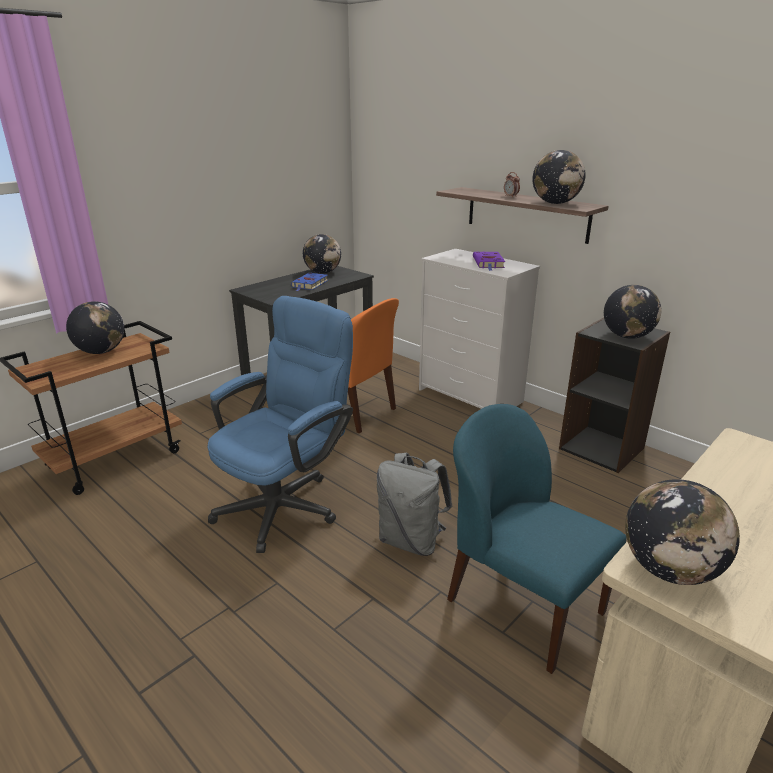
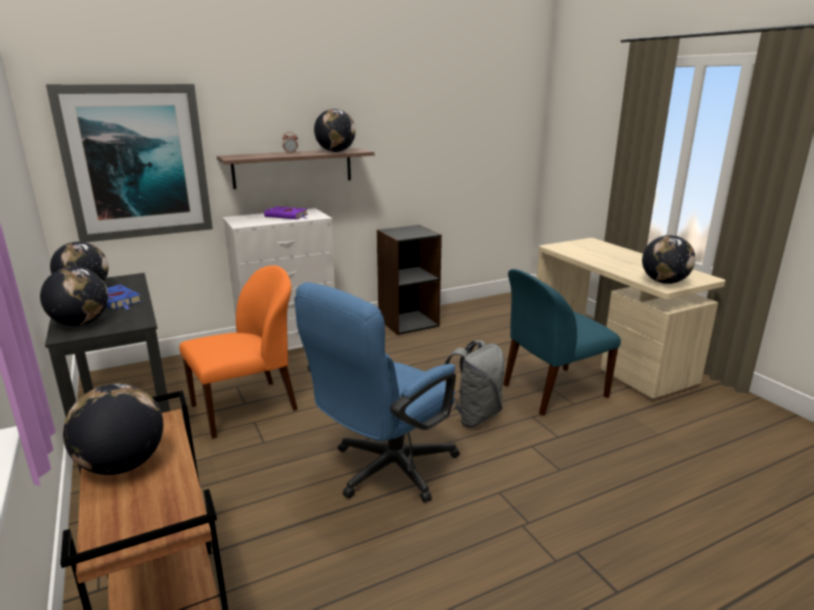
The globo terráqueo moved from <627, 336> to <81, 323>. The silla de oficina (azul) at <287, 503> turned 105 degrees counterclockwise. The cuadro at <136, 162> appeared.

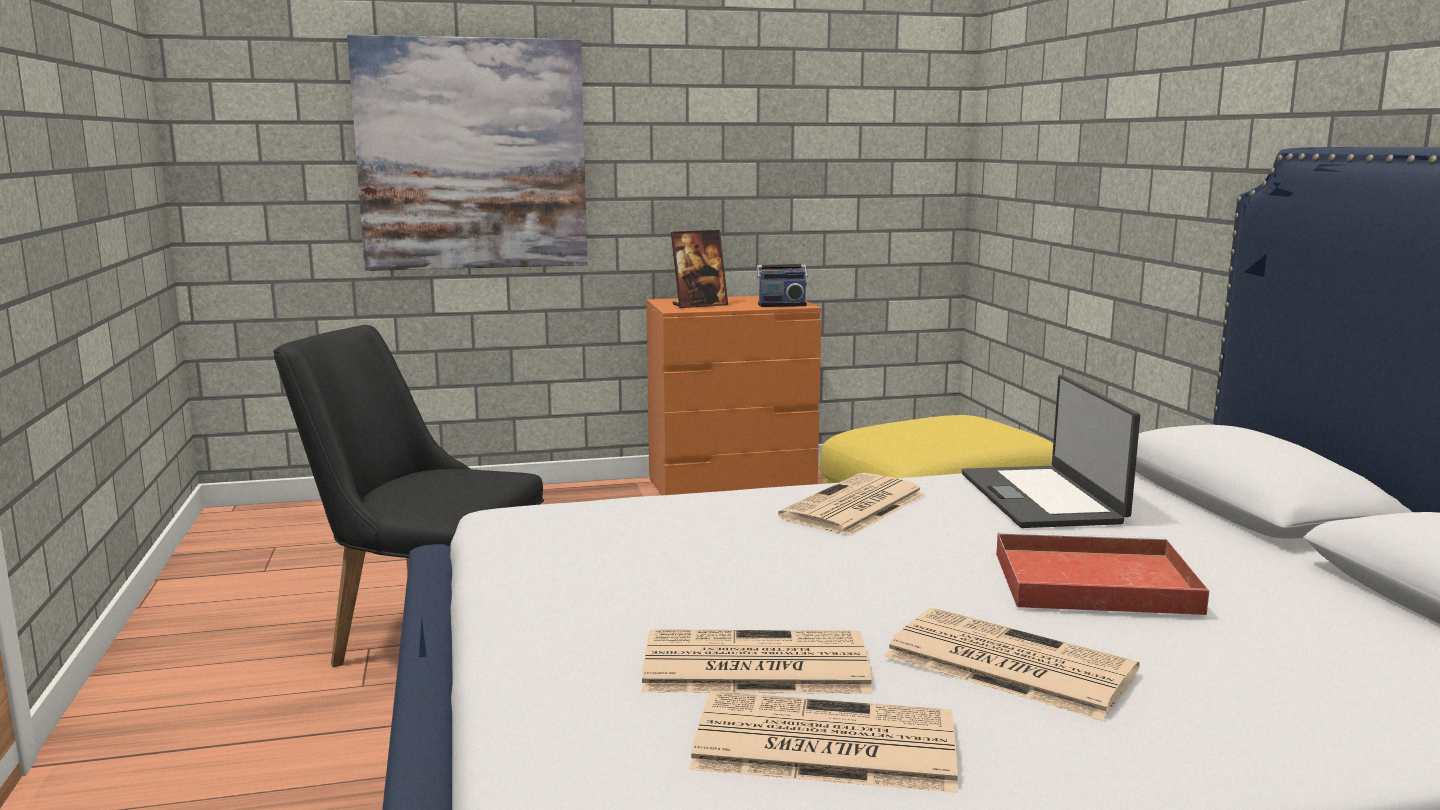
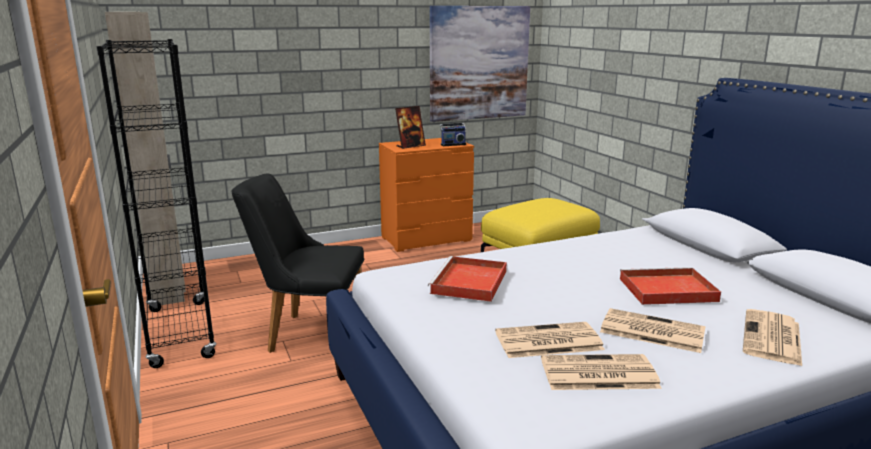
The cuadro moved from <472, 155> to <479, 63>. The portátil at <1043, 498> disappeared. The periódico moved from <854, 507> to <772, 338>. The armario ropero (beis) at <168, 289> appeared. The estantería (negro) at <180, 333> appeared. The bandeja (rojo) at <469, 283> appeared.

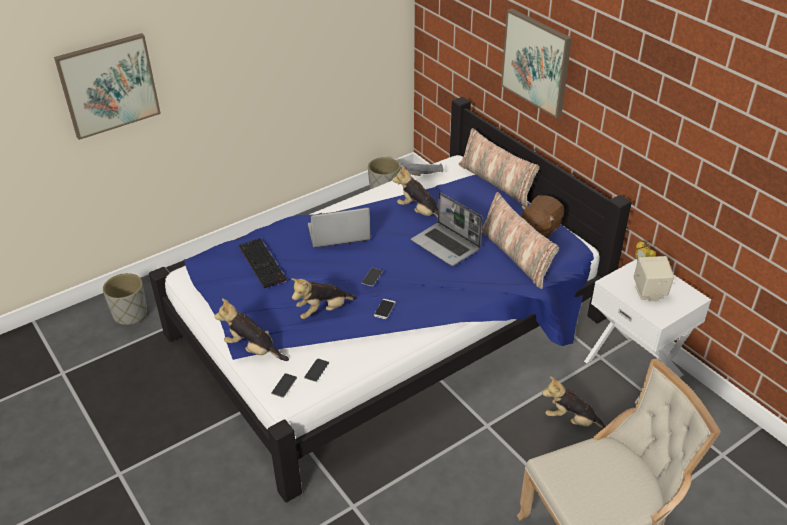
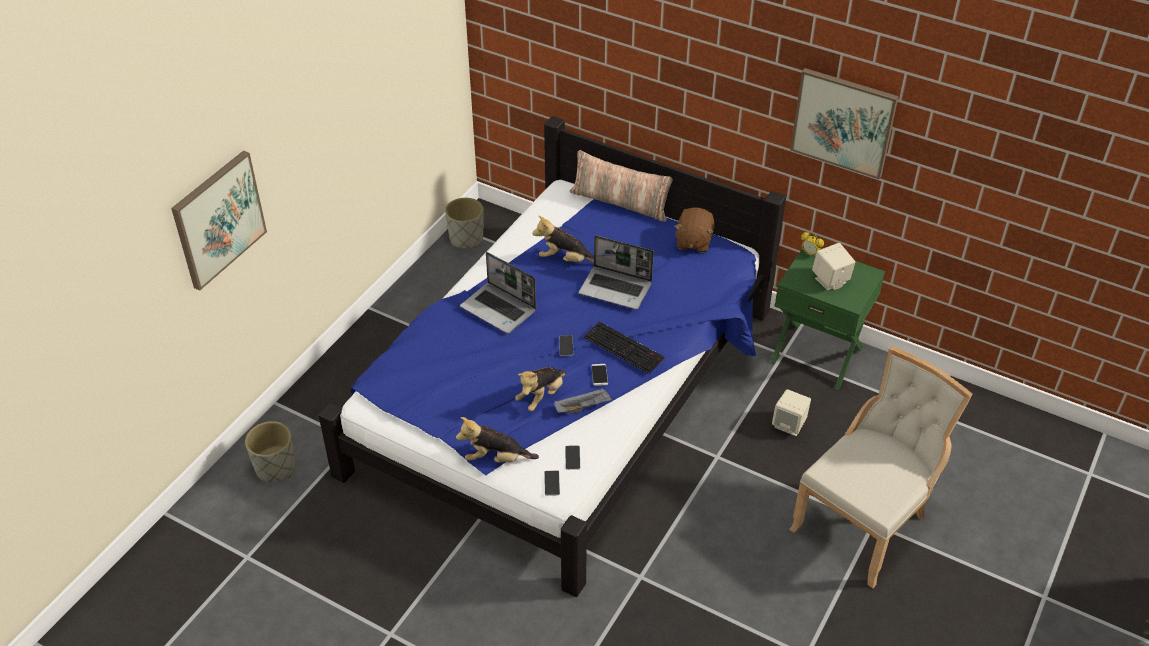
The cuadro moved from <536, 62> to <843, 122>. The bandeja (gris) moved from <422, 174> to <583, 407>. The cojín at <516, 256> disappeared. The portátil at <338, 234> turned 105 degrees counterclockwise. The teclado moved from <263, 263> to <625, 347>. The mesita de noche (blanco) at <634, 367> became the mesita de noche (verde) at <817, 354>. The peluche at <572, 420> was replaced by the altavoz (beis) at <789, 425>.

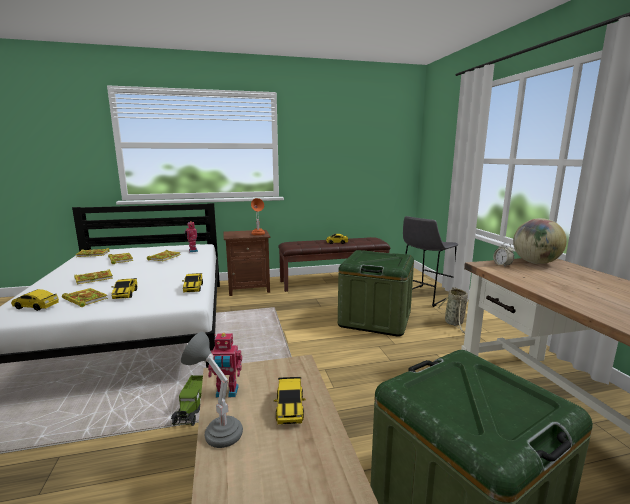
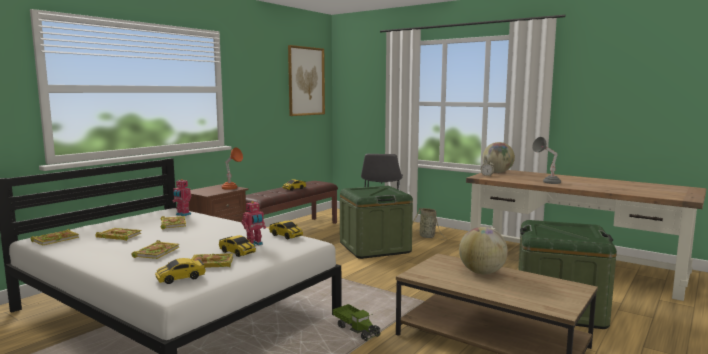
The lámpara de mesa (gris) moved from <216, 430> to <547, 182>. The robot de juguete moved from <227, 393> to <254, 244>. The coche de juguete at <289, 408> was replaced by the globo terráqueo at <482, 272>. The cuadro at <306, 81> appeared.

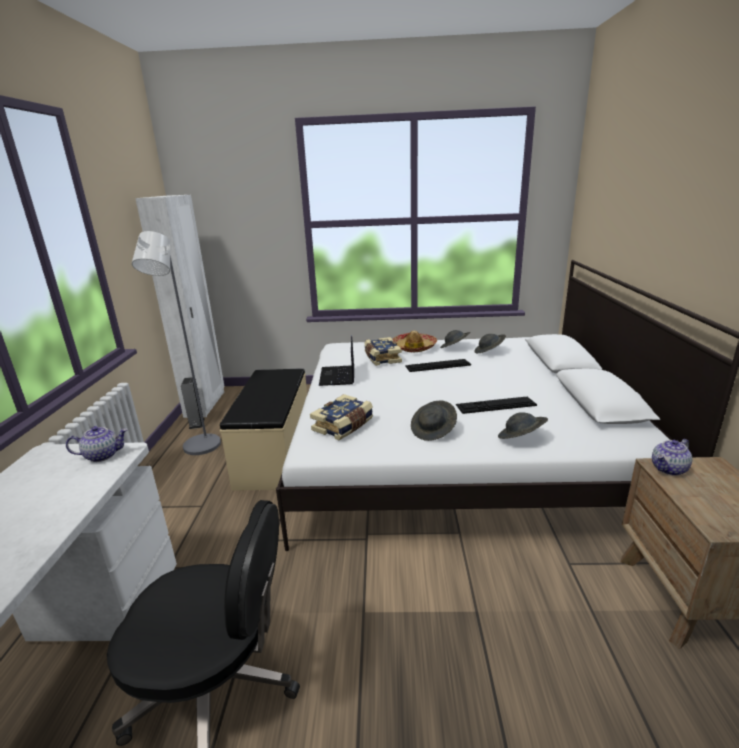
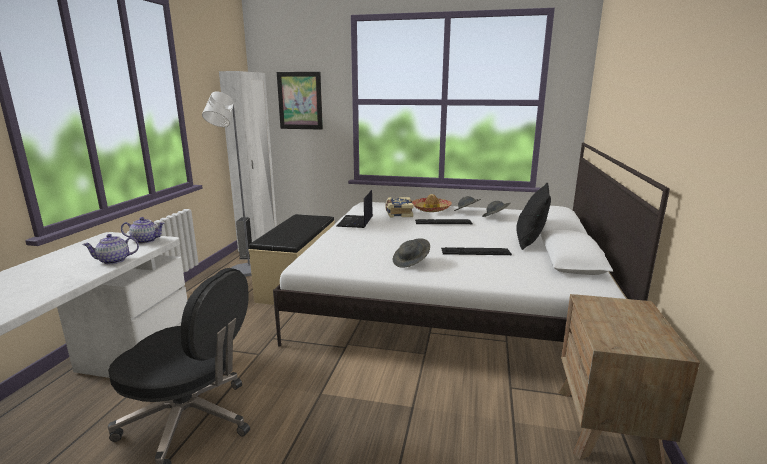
The libro at <344, 426> disappeared. The sombrero (gris) at <521, 438> disappeared. The tetera moved from <669, 469> to <113, 261>. The cuadro at <300, 101> appeared. The cojín (negro) at <529, 242> appeared.

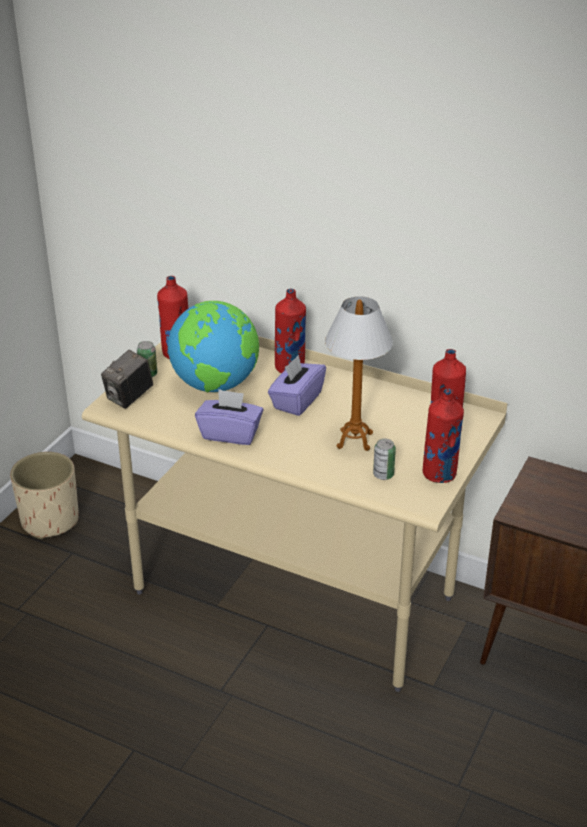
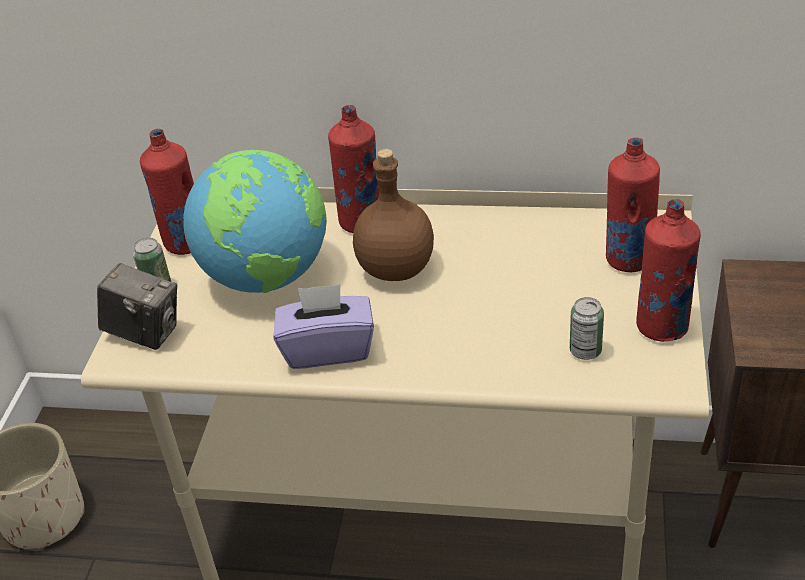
The lámpara de mesa at <354, 441> disappeared. The cámara at <129, 397> turned 90 degrees counterclockwise. The caja de pañuelos (morado) at <296, 401> was replaced by the botella (marrón) at <397, 269>.

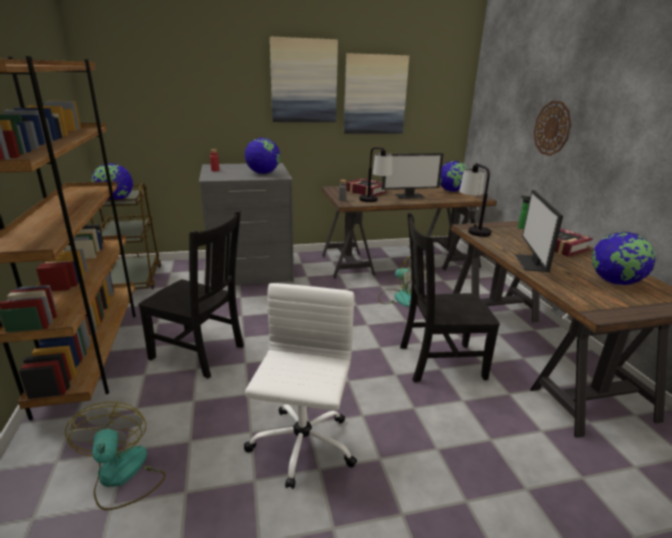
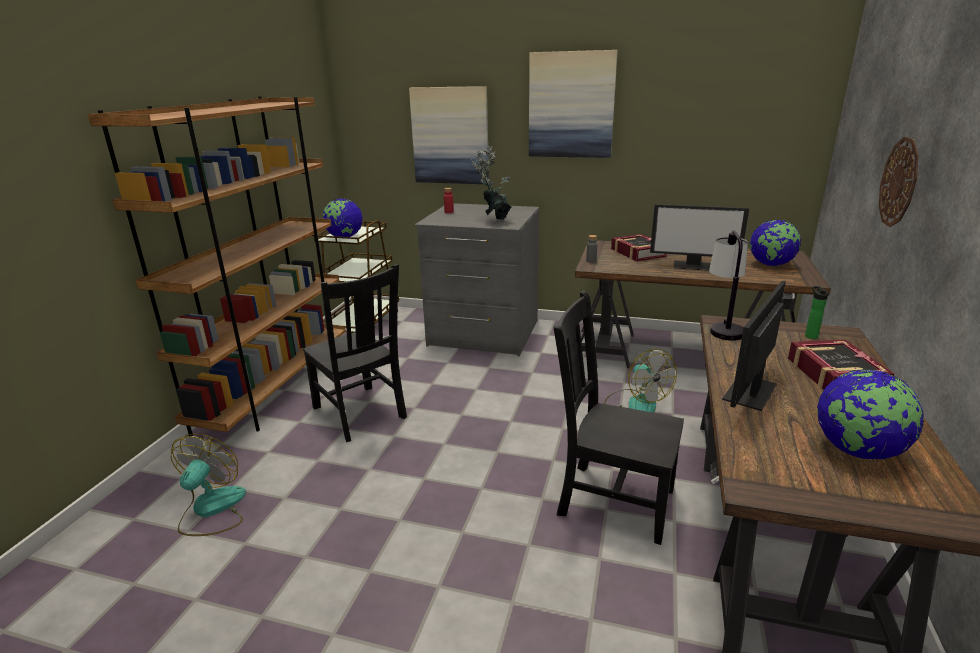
The cuadro moved from <375, 95> to <450, 136>. The globo terráqueo at <263, 173> was replaced by the planta en maceta at <495, 219>. The lámpara de mesa at <374, 202> disappeared. The silla de oficina (blanco) at <301, 447> disappeared.

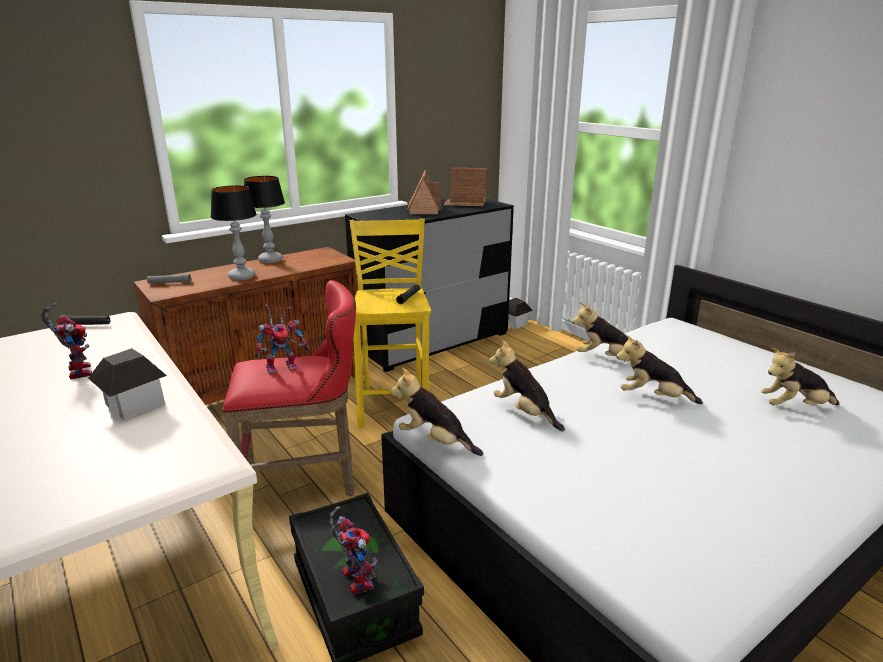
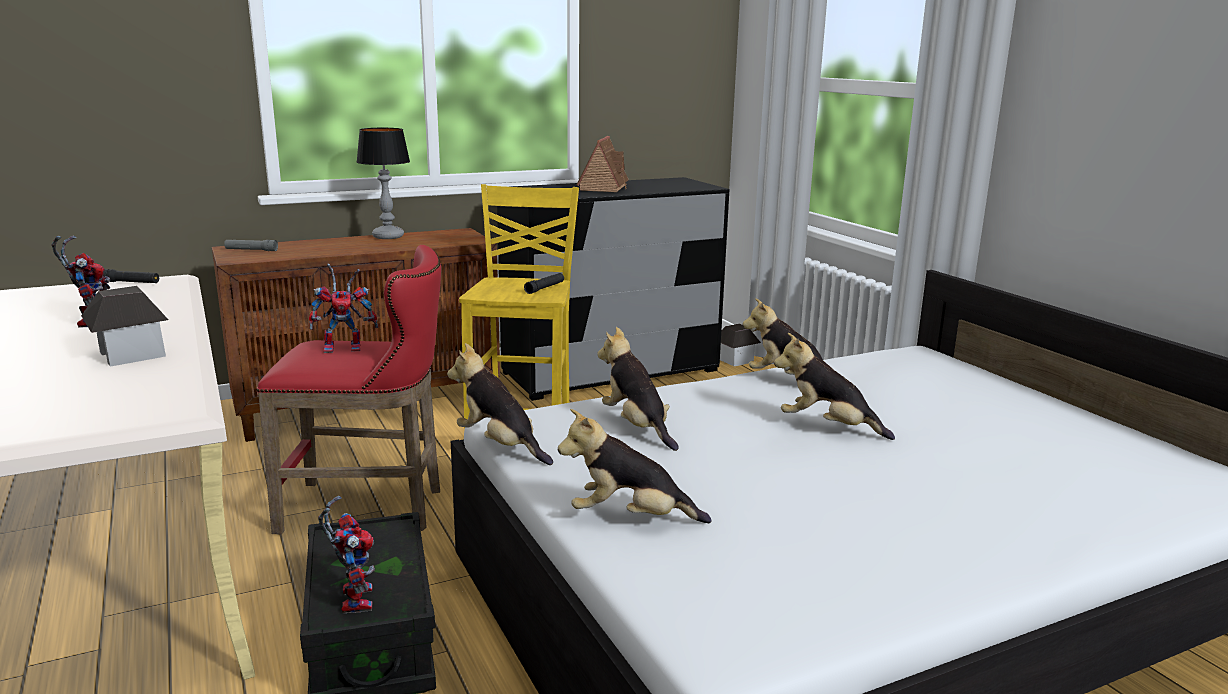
The casita at <465, 203> disappeared. The lámpara de mesa at <241, 277> disappeared. The peluche moved from <794, 407> to <630, 518>.

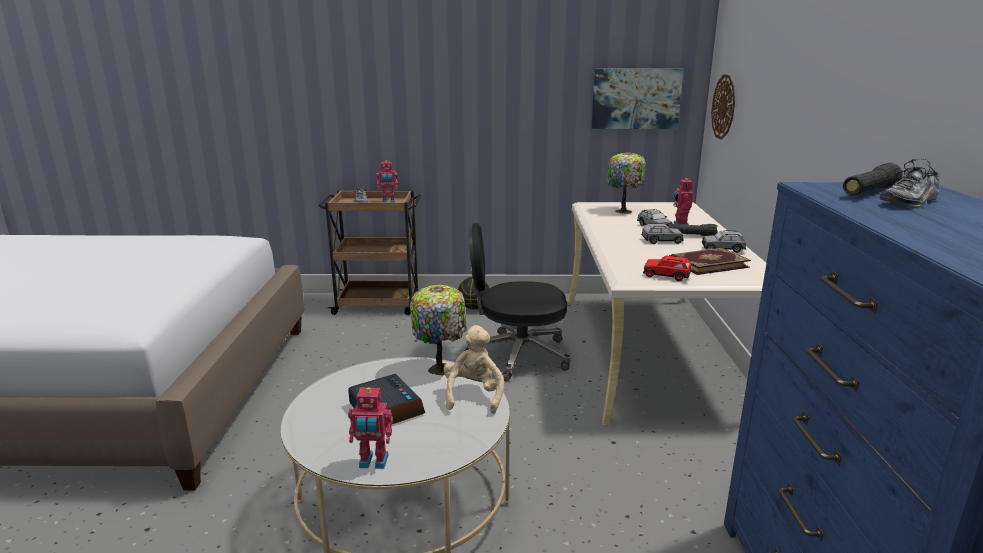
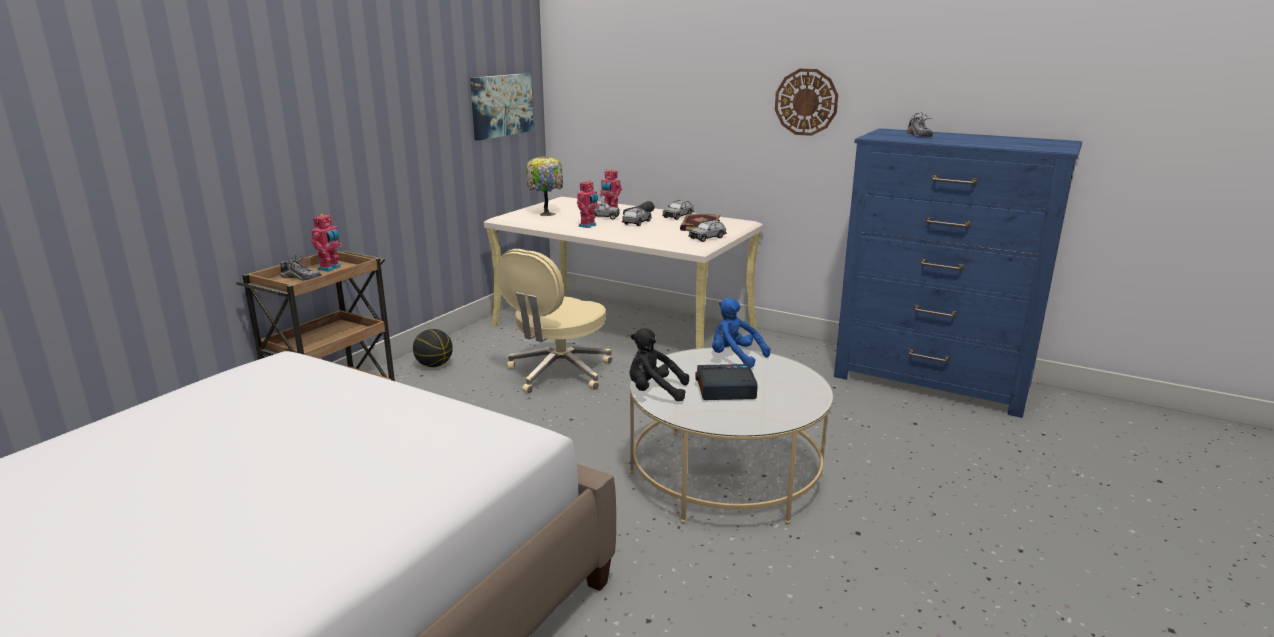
The reloj de pared moved from <724, 107> to <806, 102>. The linterna (negro) at <869, 192> disappeared. The silla de oficina (negro) at <516, 355> became the silla de oficina (beis) at <558, 373>. The coche de juguete (rojo) at <666, 275> became the coche de juguete (gris) at <707, 238>. The lámpara de mesa at <440, 367> disappeared. The peluche (beis) at <474, 395> became the peluche (azul) at <735, 357>. The robot de juguete moved from <373, 462> to <588, 226>. The peluche (negro) at <654, 392> appeared.

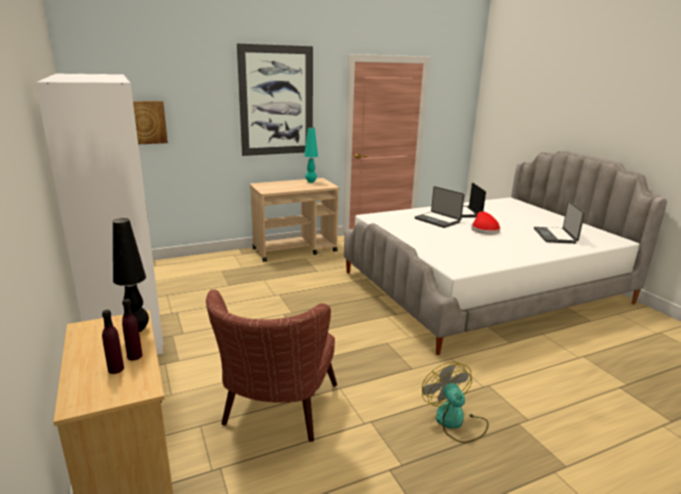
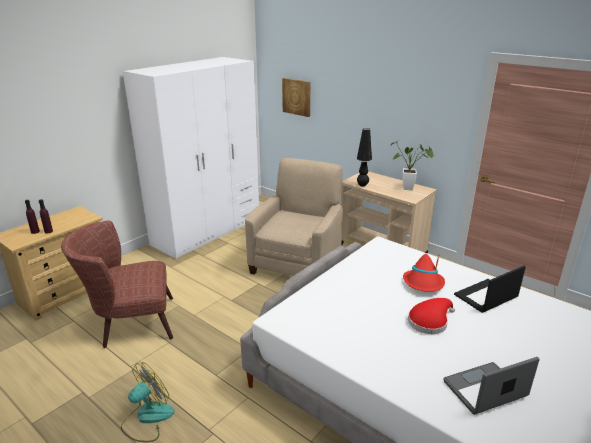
The cuadro at <277, 101> disappeared. The lámpara de mesa (turquesa) at <311, 182> was replaced by the planta en maceta at <410, 188>. The portátil at <438, 220> was replaced by the sombrero (rojo) at <423, 284>. The lámpara de mesa (negro) moved from <137, 329> to <362, 185>. The sillón (beis) at <297, 262> appeared.

